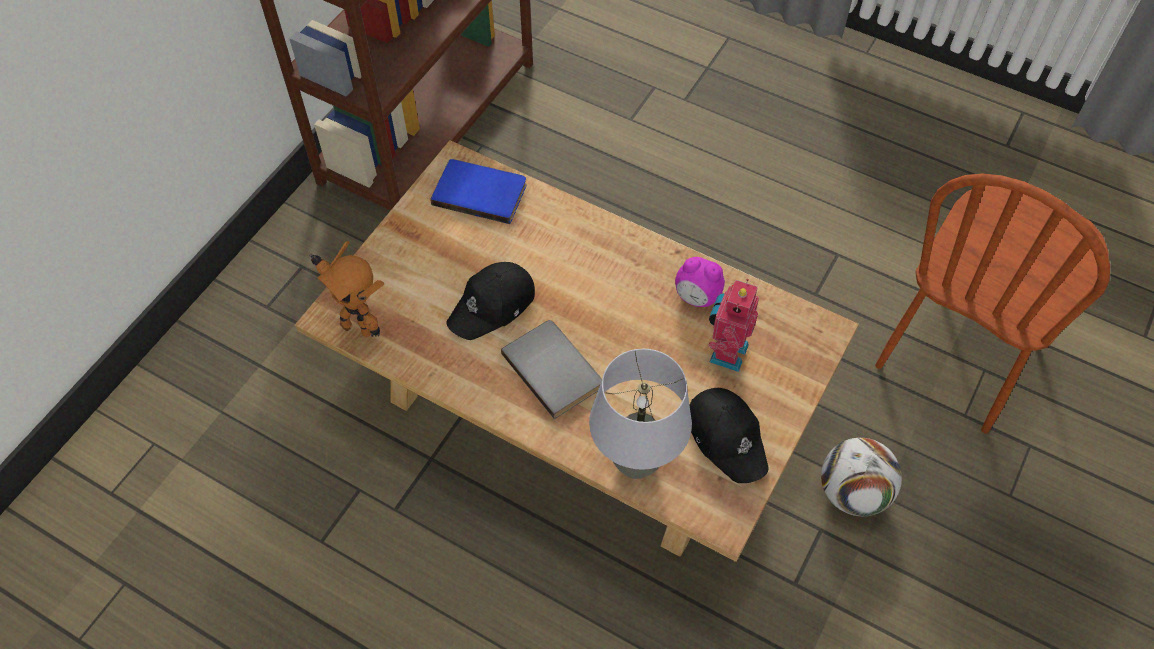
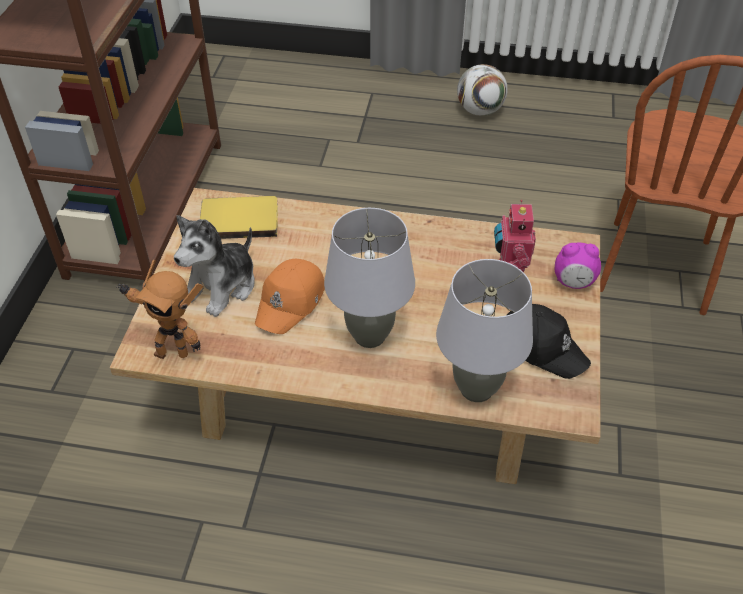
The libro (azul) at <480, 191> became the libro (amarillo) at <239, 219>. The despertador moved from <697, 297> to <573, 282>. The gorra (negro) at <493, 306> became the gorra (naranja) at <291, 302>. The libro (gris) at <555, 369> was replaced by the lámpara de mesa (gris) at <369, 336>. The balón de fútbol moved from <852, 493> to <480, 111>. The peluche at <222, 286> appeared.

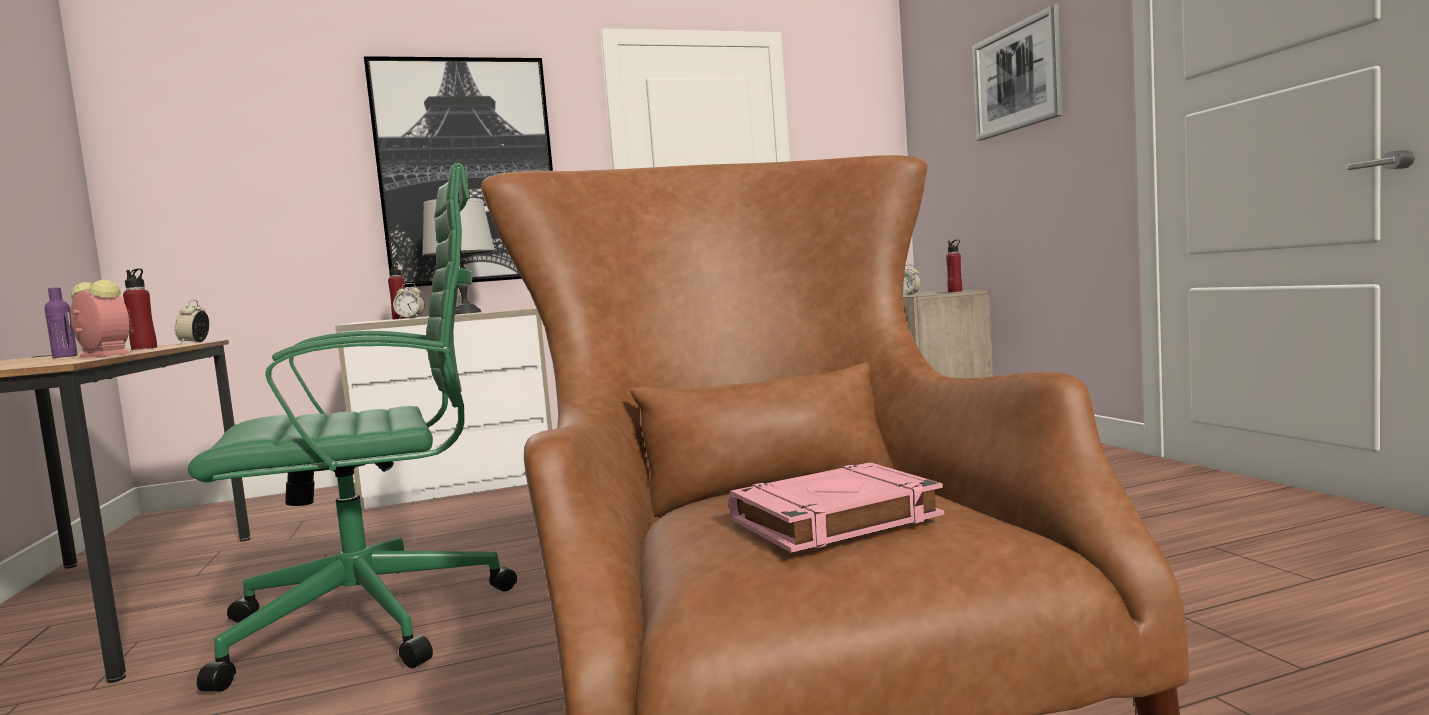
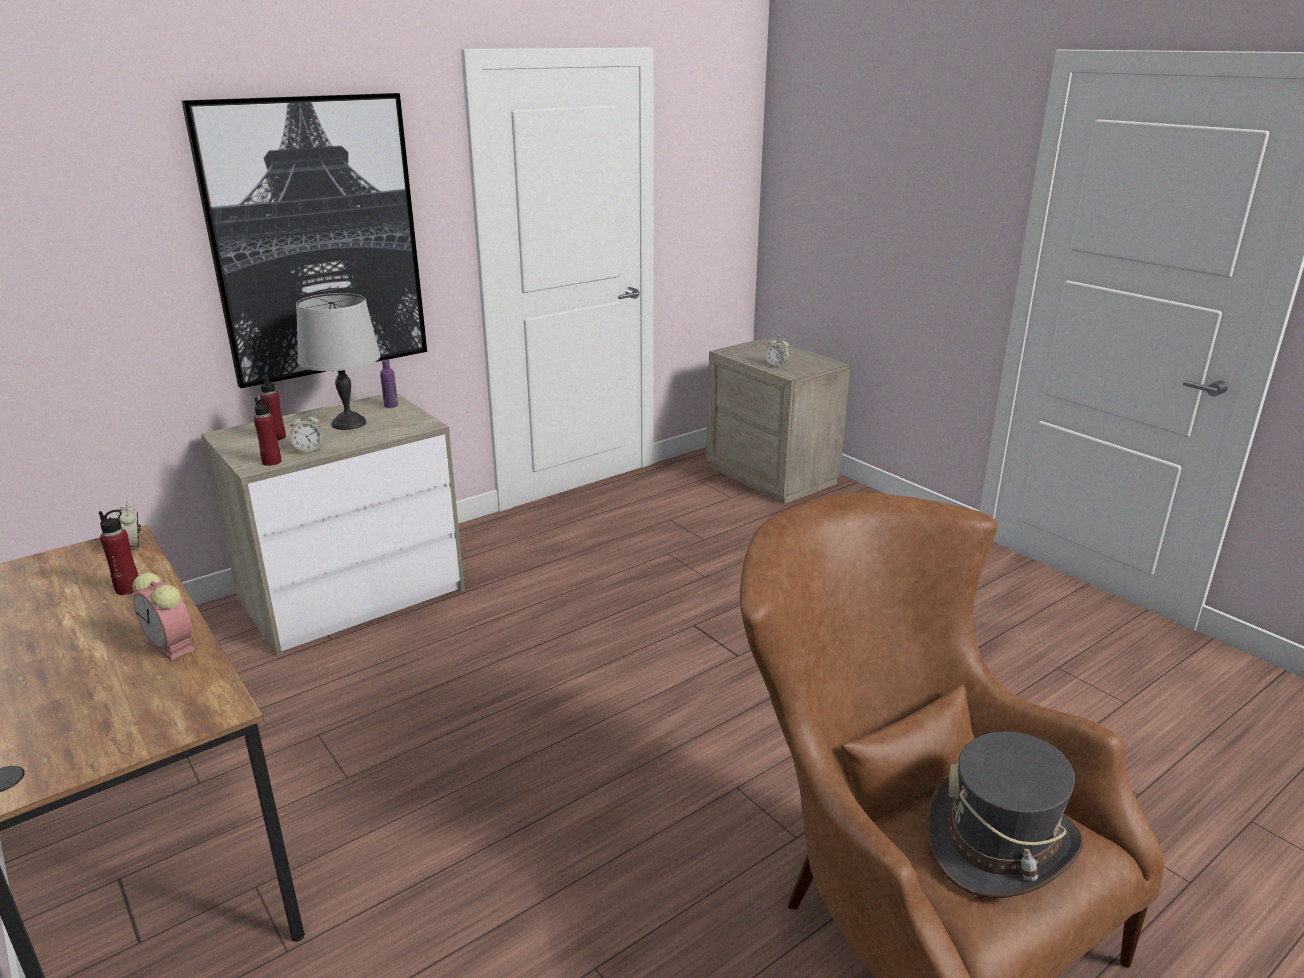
The cuadro at <1016, 78> disappeared. The silla de oficina (verde) at <376, 619> disappeared. The botella (rojo) moved from <955, 291> to <272, 462>. The despertador at <102, 355> turned 150 degrees counterclockwise. The botella (morado) moved from <65, 356> to <391, 405>. The libro (rosa) at <833, 519> was replaced by the sombrero (gris) at <1000, 843>.

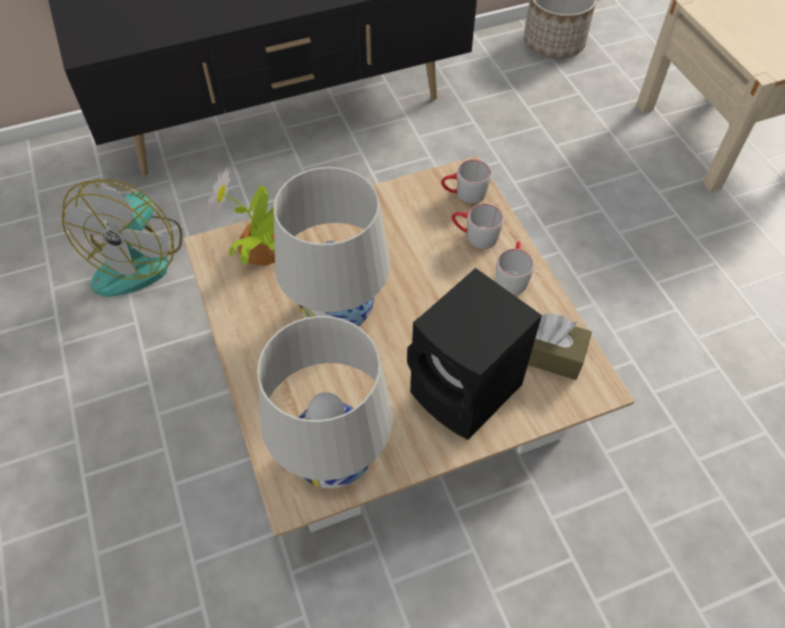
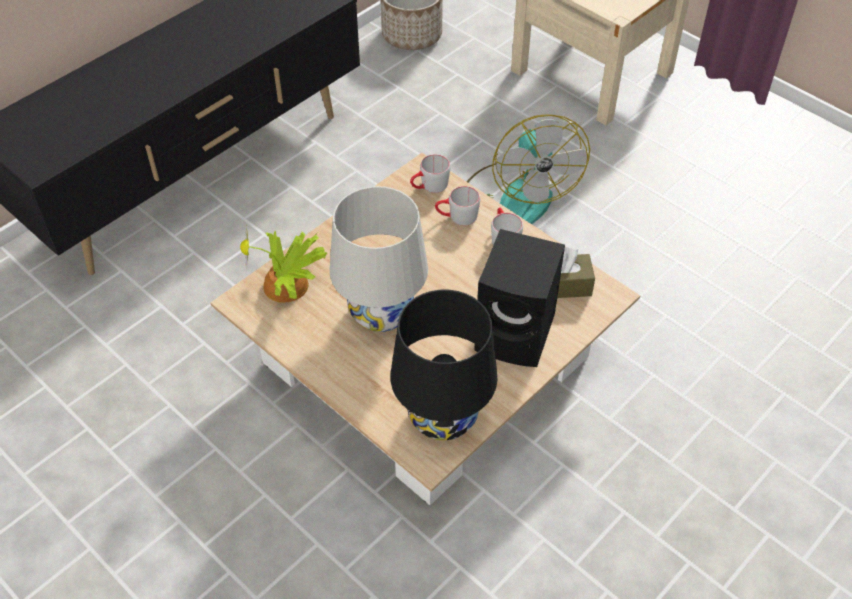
The ventilador moved from <140, 257> to <519, 194>. The lámpara de mesa (blanco) at <332, 456> became the lámpara de mesa (negro) at <442, 418>.

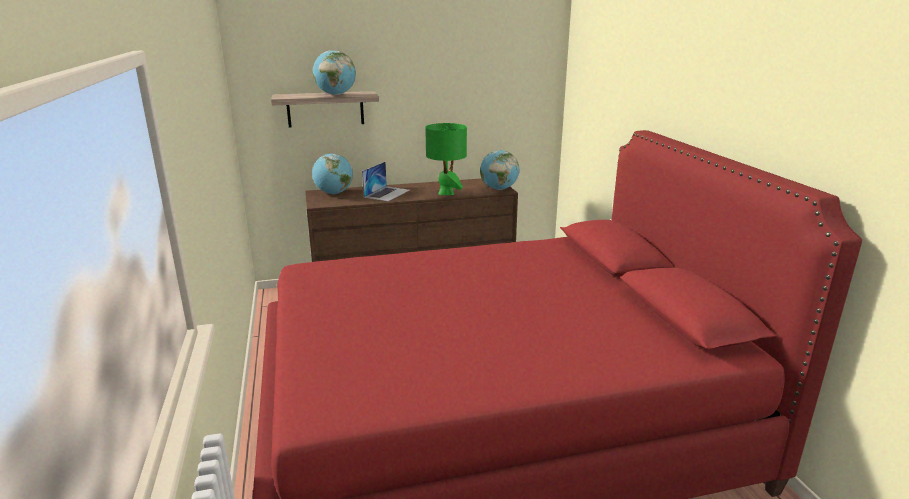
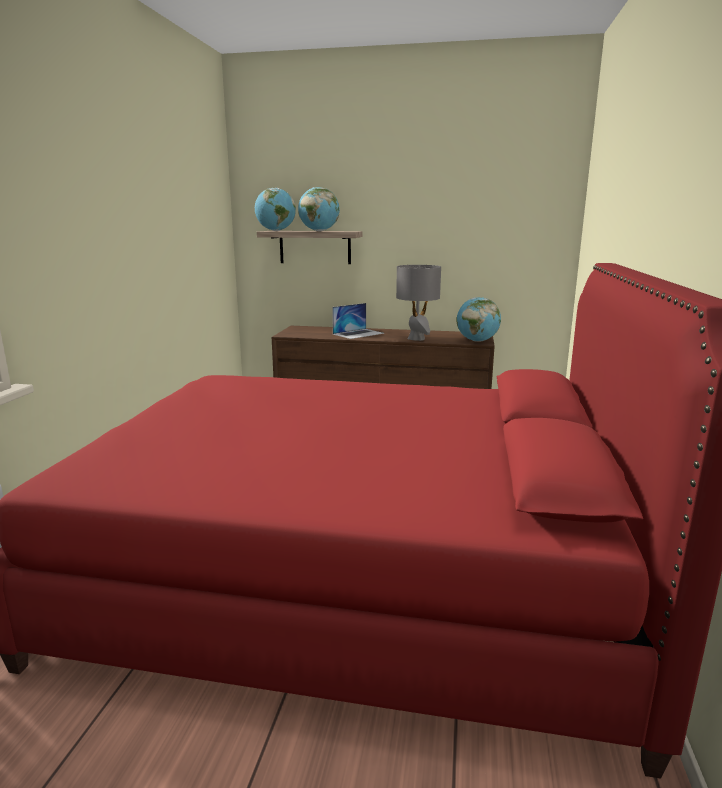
The lámpara de mesa (verde) at <446, 193> became the lámpara de mesa (gris) at <416, 338>. The globo terráqueo moved from <334, 193> to <275, 231>.

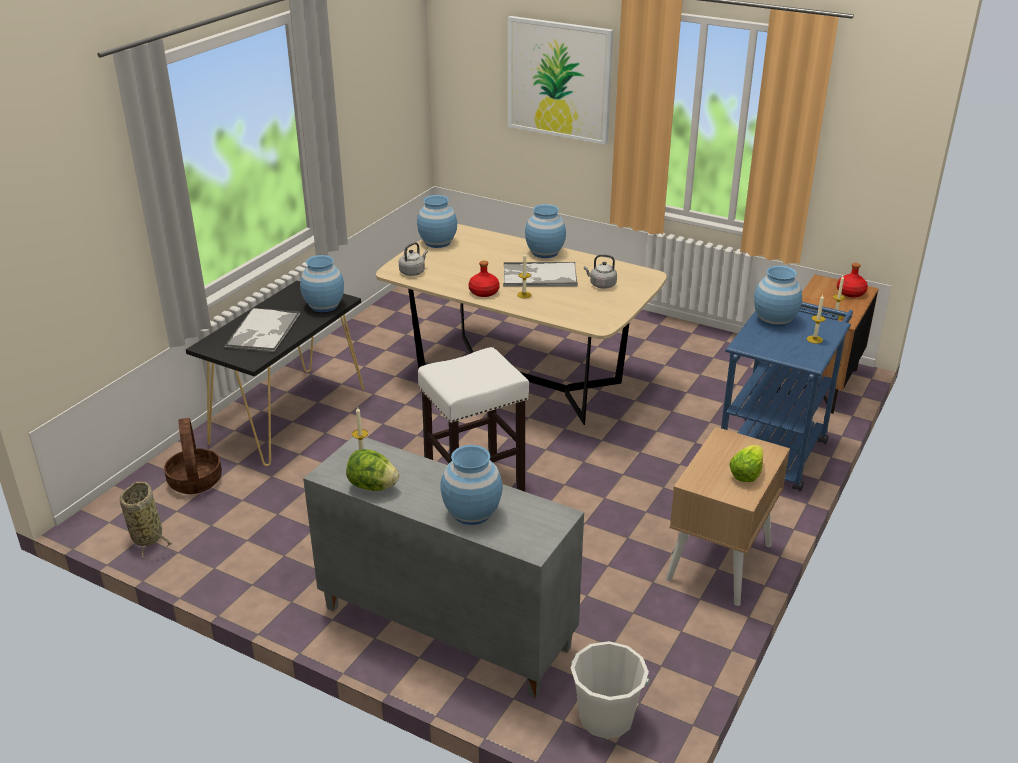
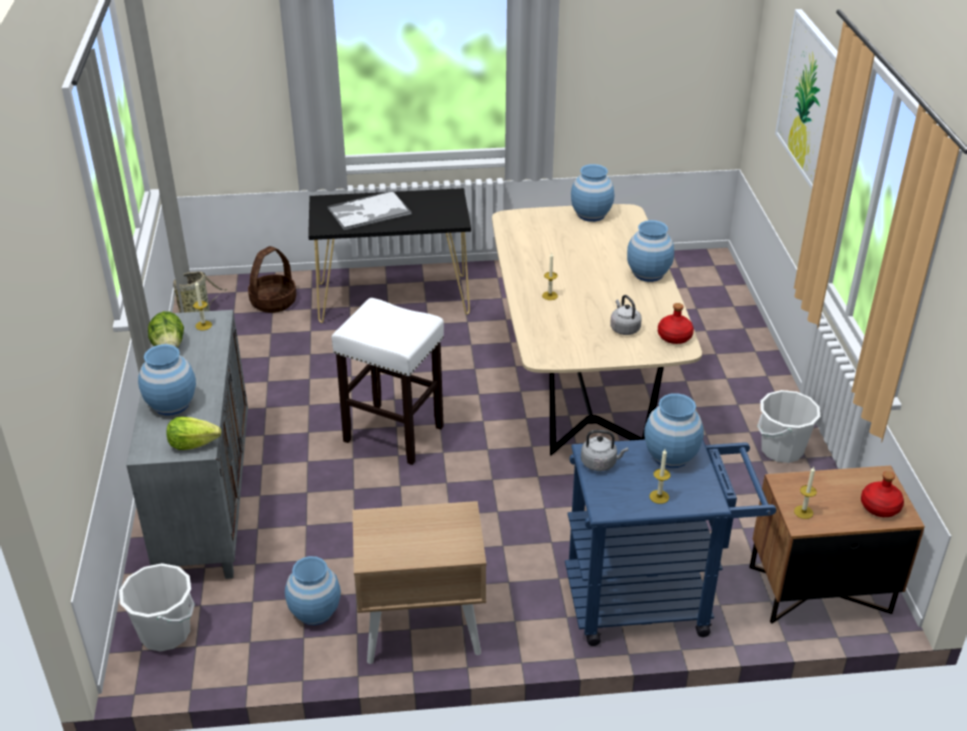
The hervidor (gris) moved from <413, 272> to <600, 463>. The florero (azul) moved from <324, 305> to <315, 612>. The botella (rojo) moved from <484, 292> to <674, 337>. The bandeja at <539, 276> disappeared. The lechuga moved from <746, 474> to <192, 444>. The cubo (blanco) at <781, 449> appeared.

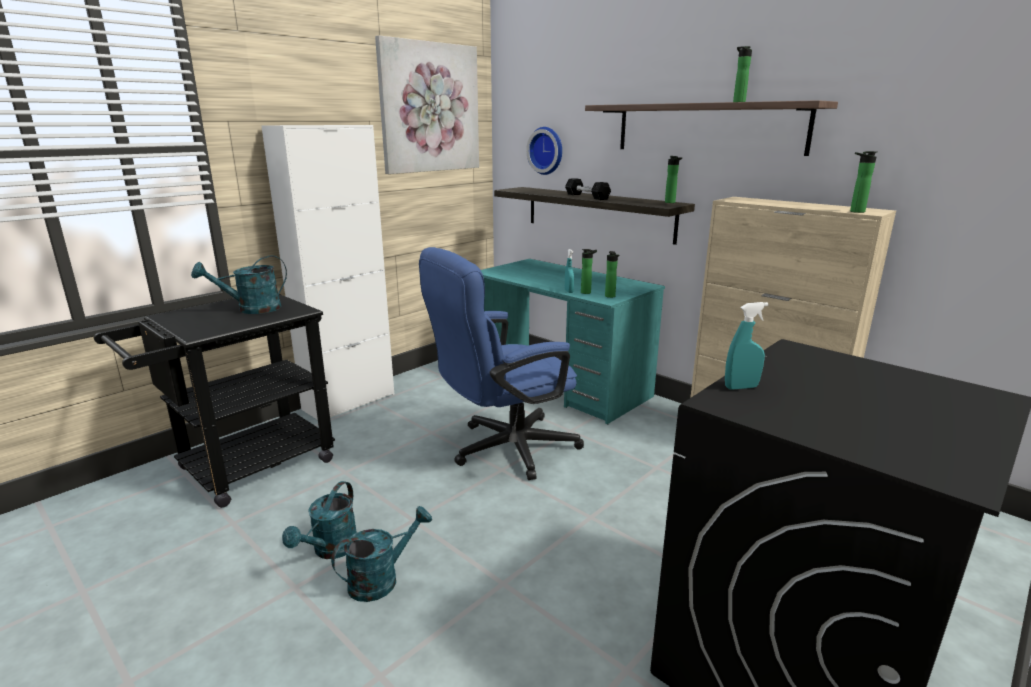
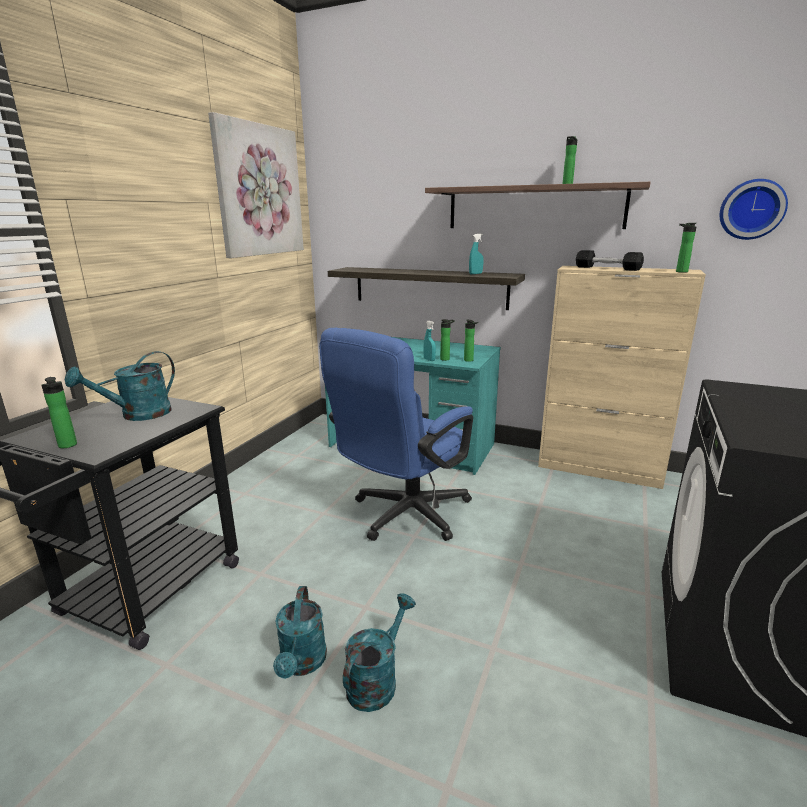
The armario (blanco) at <349, 401> disappeared. The reloj de pared moved from <547, 150> to <751, 209>. The botella moved from <671, 202> to <68, 446>. The mancuerna (negro) moved from <586, 196> to <607, 268>. The pulverizador (turquesa) moved from <741, 387> to <475, 273>.

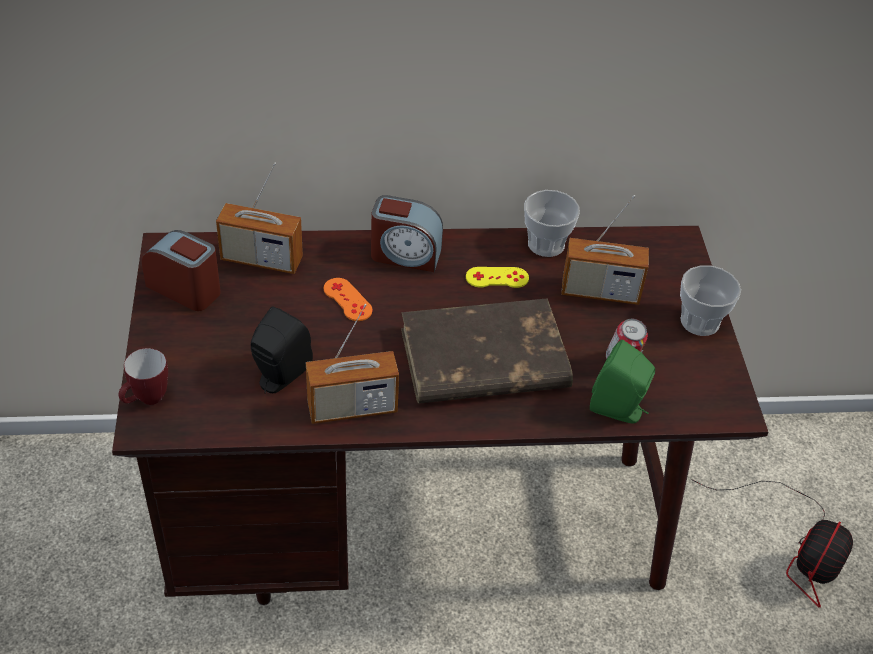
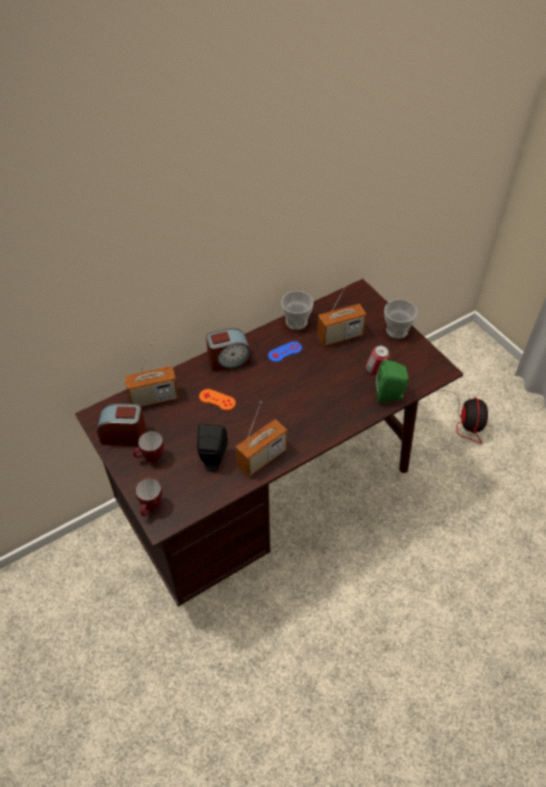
The mando de consola (amarillo) at <497, 278> became the mando de consola (azul) at <285, 352>. The libro (marrón) at <482, 359> disappeared. The taza grande at <151, 459> appeared.

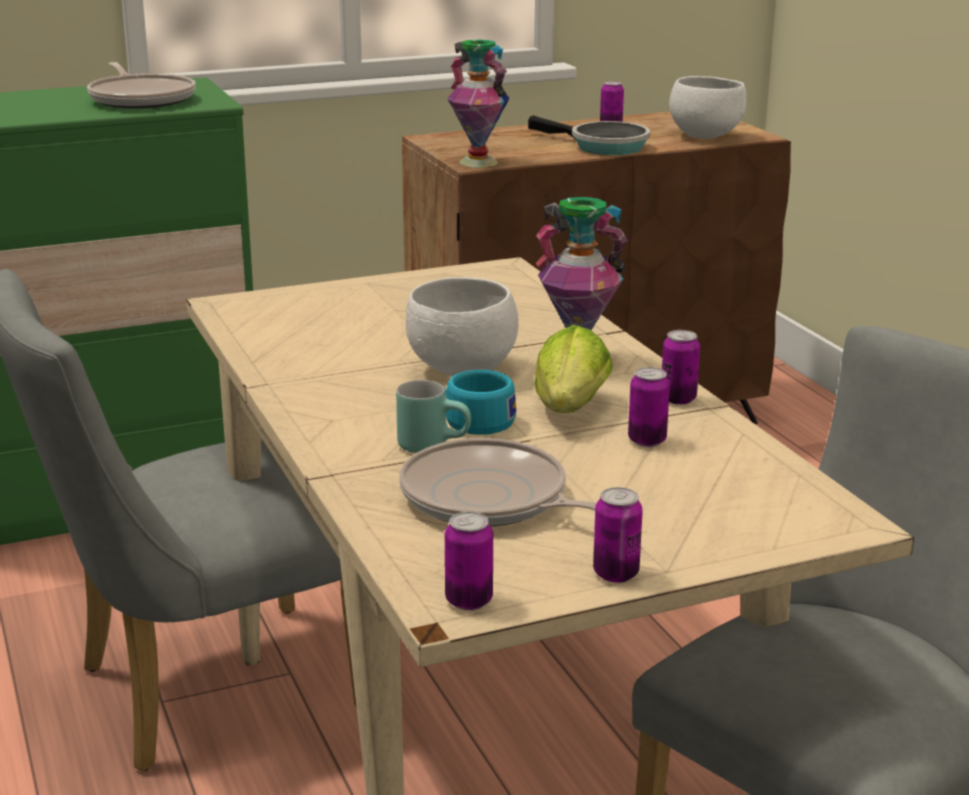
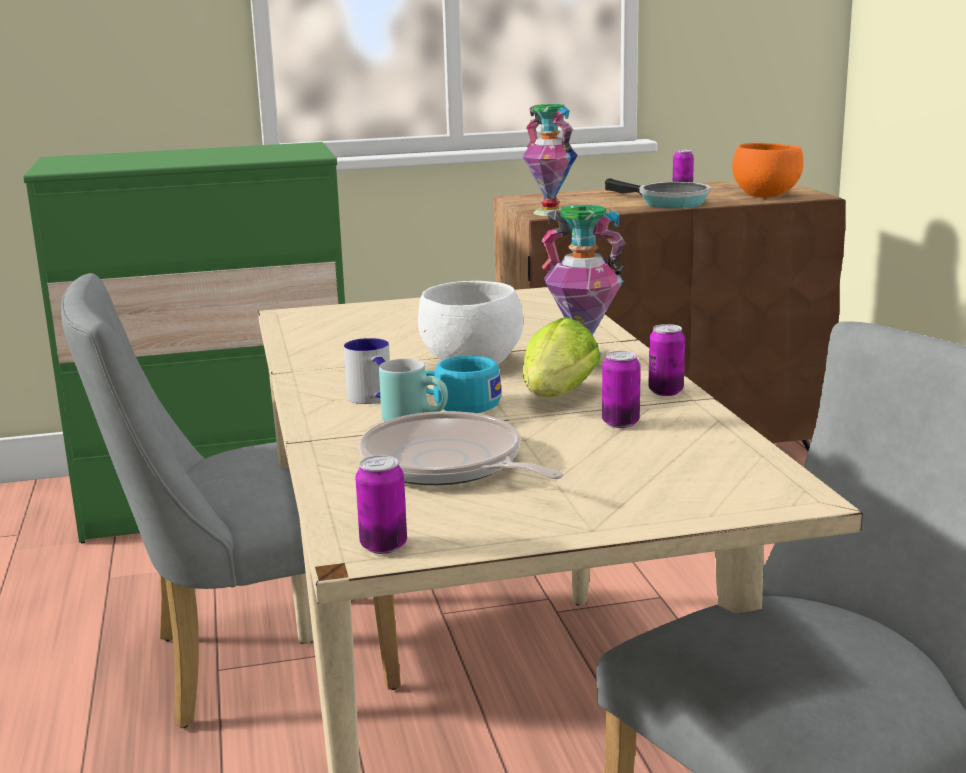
The sartén at <141, 99> disappeared. The cuenco (blanco) at <706, 136> became the cuenco (naranja) at <766, 196>. The lata at <615, 574> disappeared. The taza grande at <373, 399> appeared.

